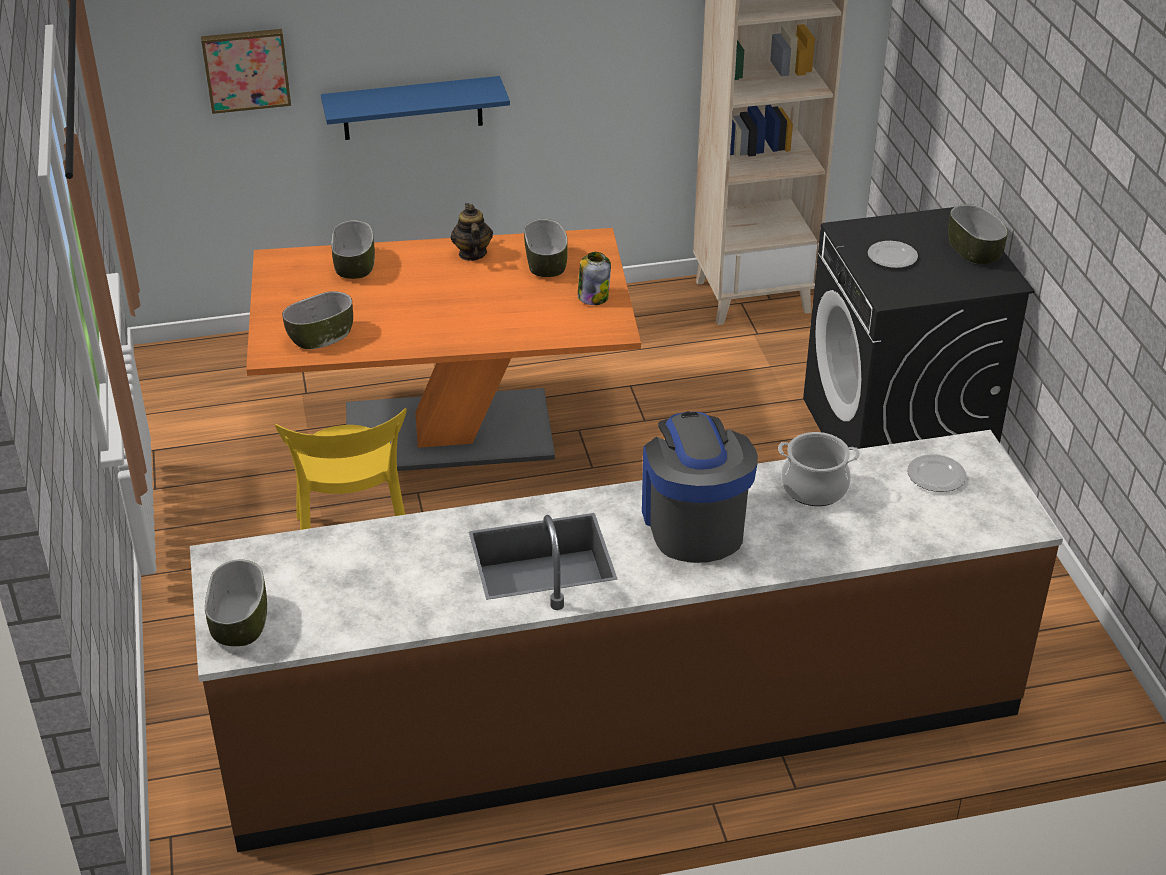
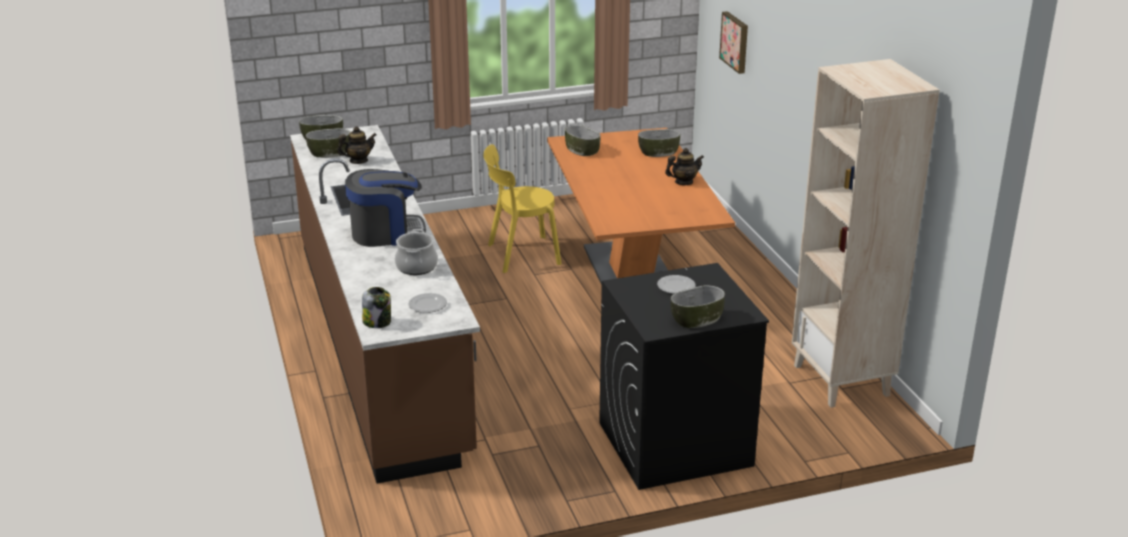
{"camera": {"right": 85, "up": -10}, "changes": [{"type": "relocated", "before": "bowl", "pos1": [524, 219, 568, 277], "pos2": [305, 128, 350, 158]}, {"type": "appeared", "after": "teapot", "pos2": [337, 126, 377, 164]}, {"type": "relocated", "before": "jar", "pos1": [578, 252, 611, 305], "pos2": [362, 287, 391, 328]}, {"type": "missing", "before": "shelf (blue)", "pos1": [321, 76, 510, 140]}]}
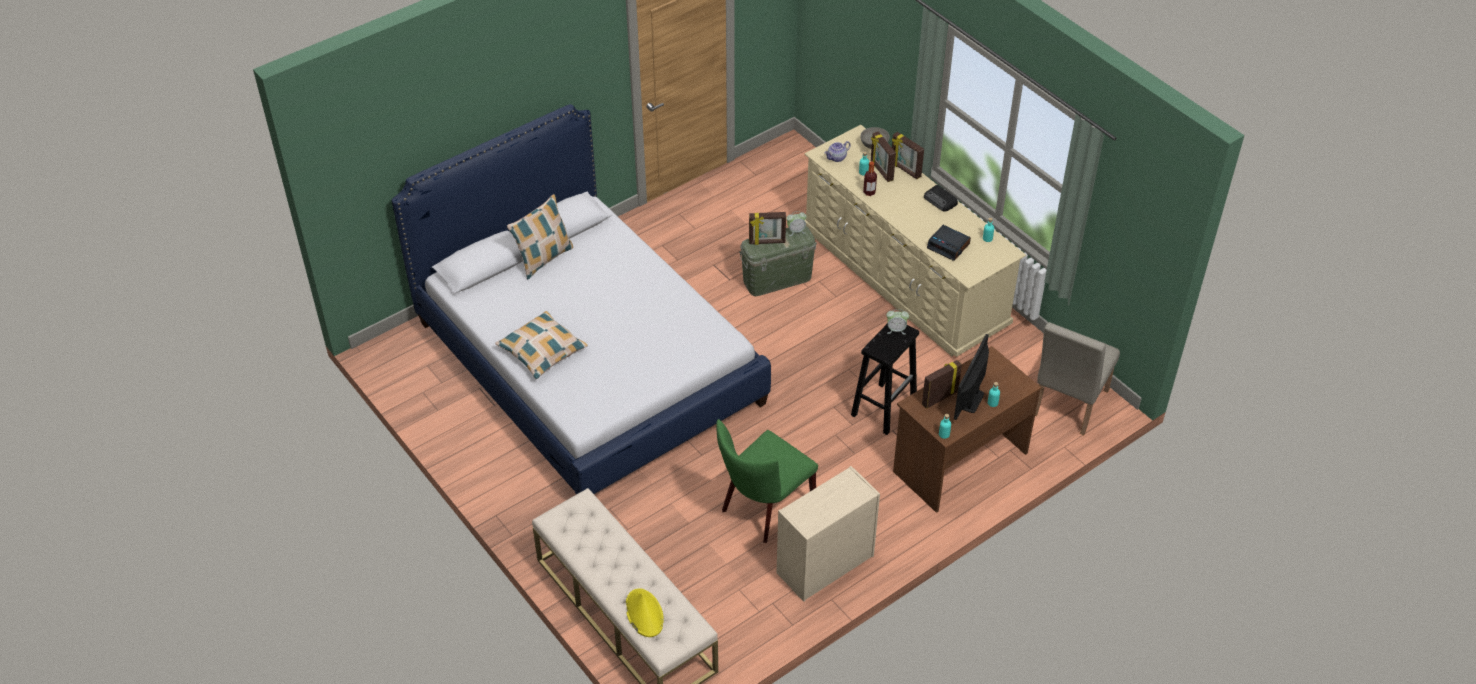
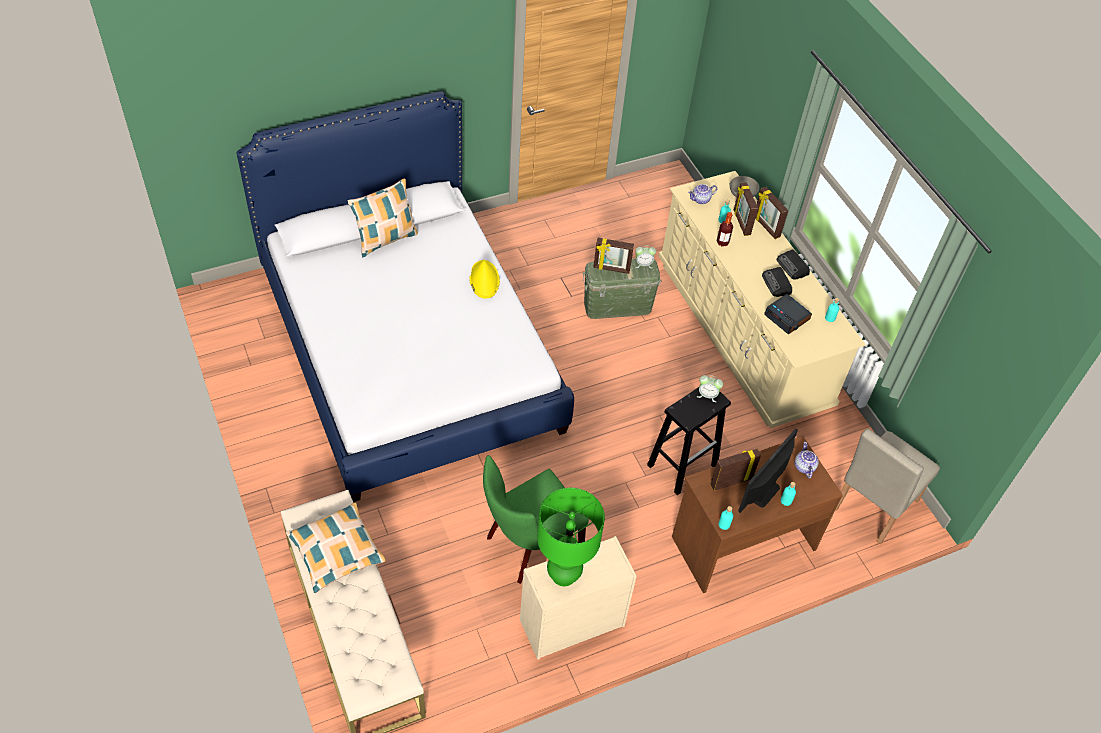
{"camera": {"right": 10, "up": 5}, "changes": [{"type": "relocated", "before": "pillow", "pos1": [495, 311, 588, 379], "pos2": [286, 503, 386, 593]}, {"type": "relocated", "before": "hat (yellow)", "pos1": [626, 588, 664, 637], "pos2": [469, 260, 500, 299]}, {"type": "appeared", "after": "table lamp (green)", "pos2": [537, 488, 605, 586]}, {"type": "appeared", "after": "radio", "pos2": [762, 267, 792, 297]}, {"type": "appeared", "after": "teapot", "pos2": [795, 442, 819, 478]}]}
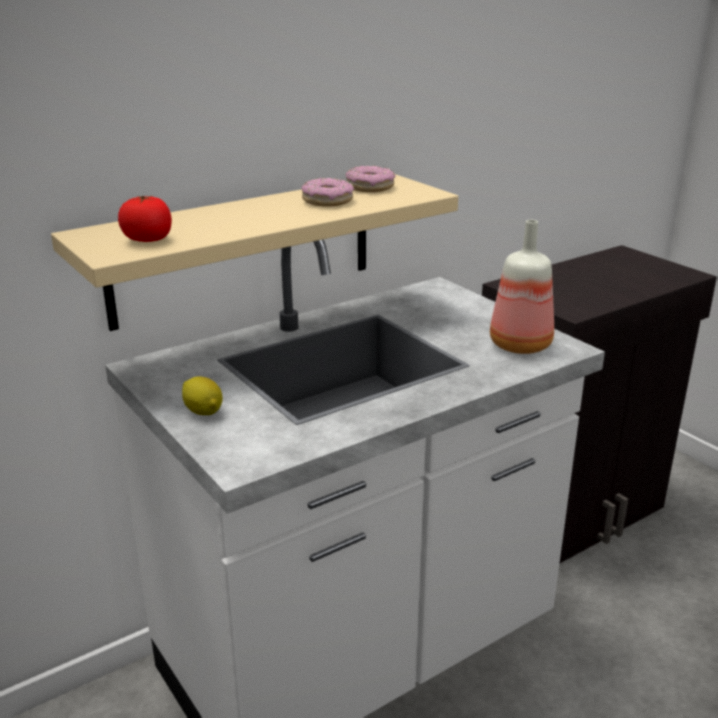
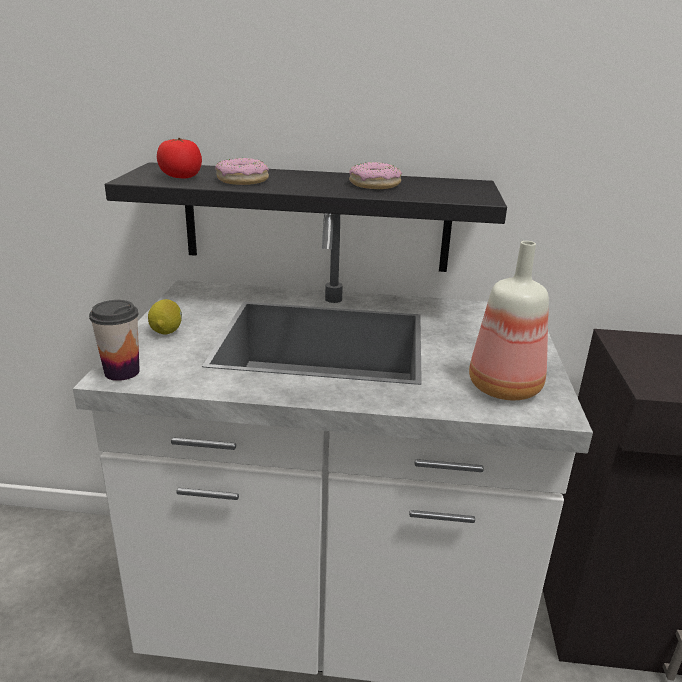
{"camera": {"right": 40, "up": 0}, "changes": [{"type": "appeared", "after": "cup", "pos2": [89, 300, 140, 381]}, {"type": "colour", "before": "shelf (beige)", "after": "shelf (black)", "pos1": [51, 174, 458, 331], "pos2": [105, 162, 507, 272]}, {"type": "relocated", "before": "donut", "pos1": [346, 166, 396, 192], "pos2": [215, 158, 269, 185]}]}
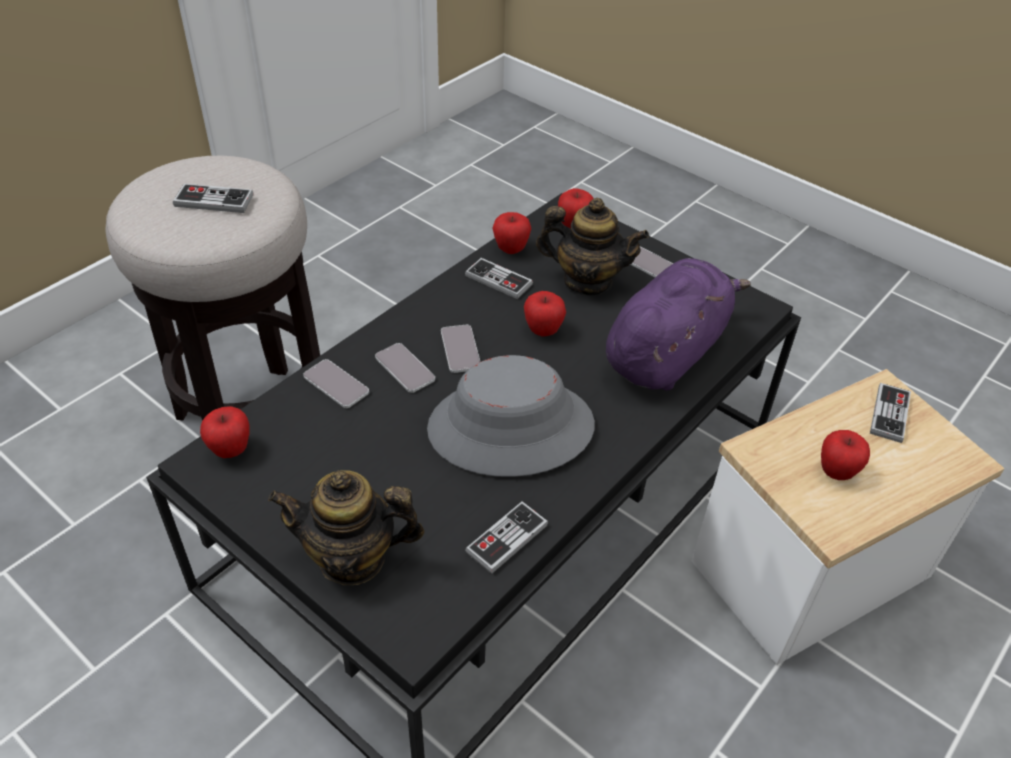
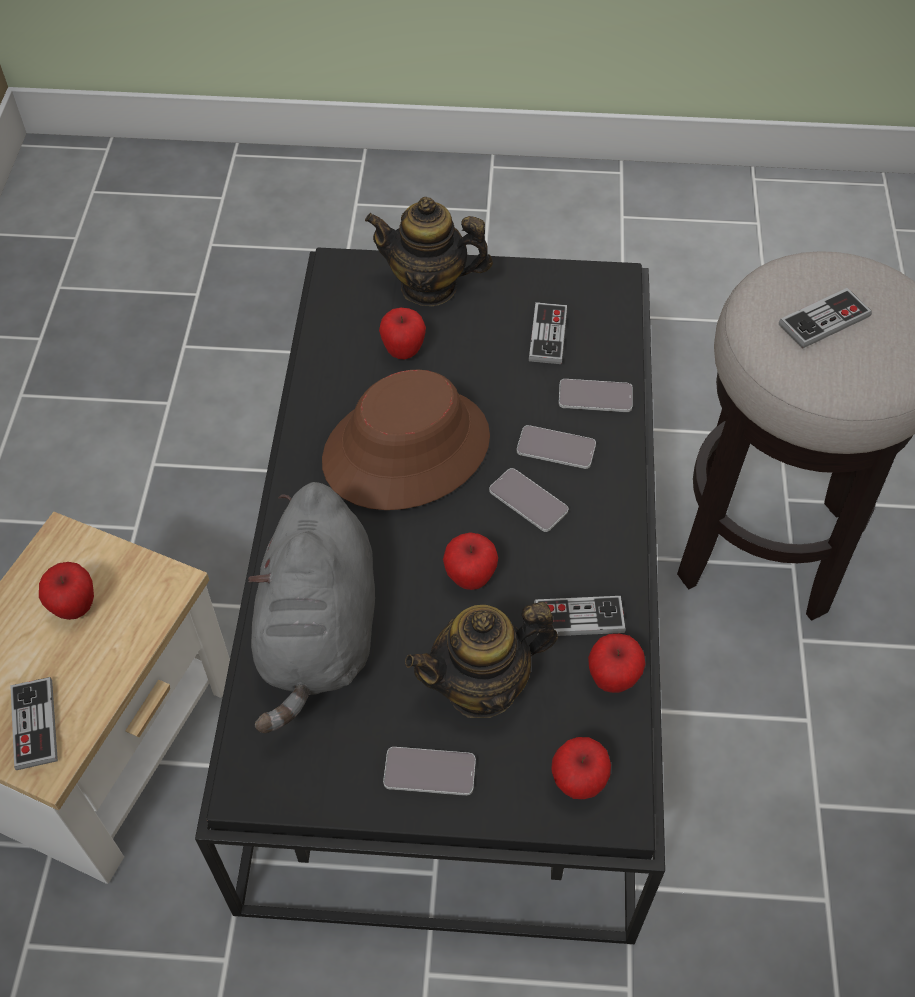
{"camera": {"right": 145, "up": 10}, "changes": [{"type": "colour", "before": "plush toy (purple)", "after": "plush toy (grey)", "pos1": [606, 258, 751, 391], "pos2": [248, 482, 375, 733]}, {"type": "colour", "before": "hat (grey)", "after": "hat (brown)", "pos1": [427, 355, 595, 477], "pos2": [322, 370, 490, 510]}, {"type": "spun", "before": "teapot", "pos1": [268, 470, 425, 585], "pos2": [365, 197, 493, 306], "turn": -135}, {"type": "relocated", "before": "apple", "pos1": [200, 406, 250, 458], "pos2": [379, 308, 426, 359]}, {"type": "relocated", "before": "game controller", "pos1": [465, 501, 548, 574], "pos2": [529, 302, 567, 364]}]}
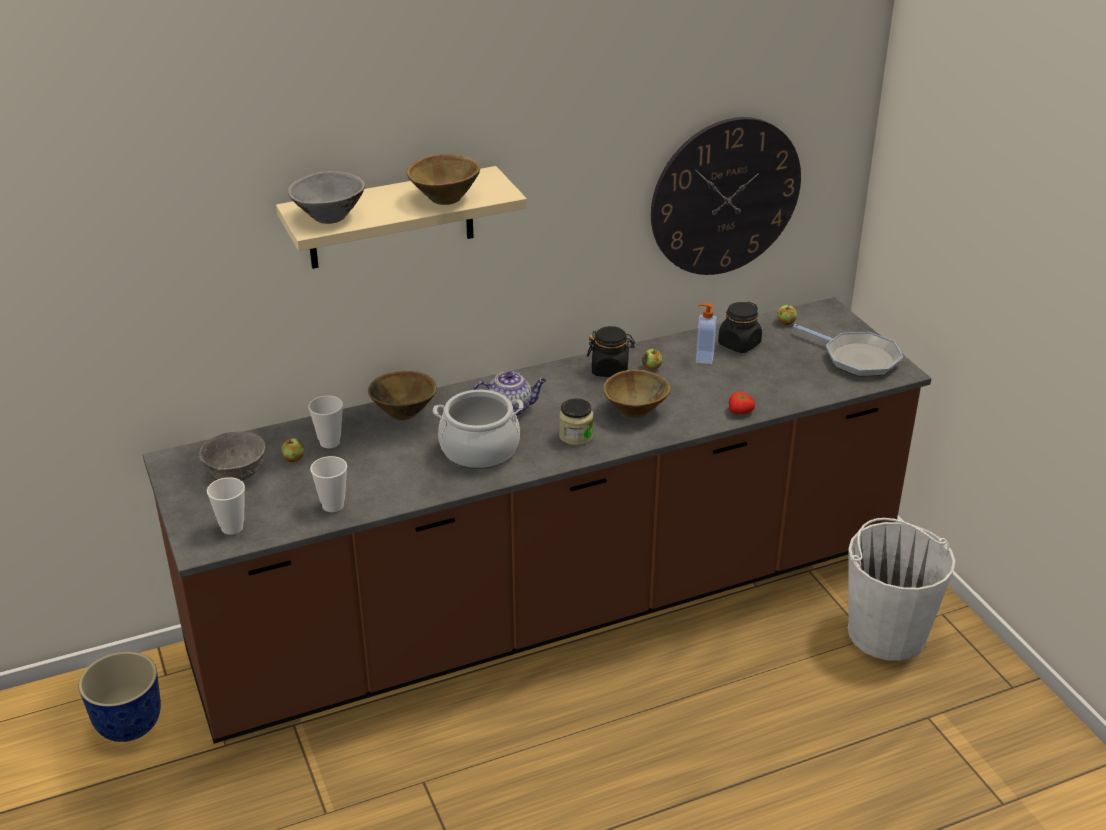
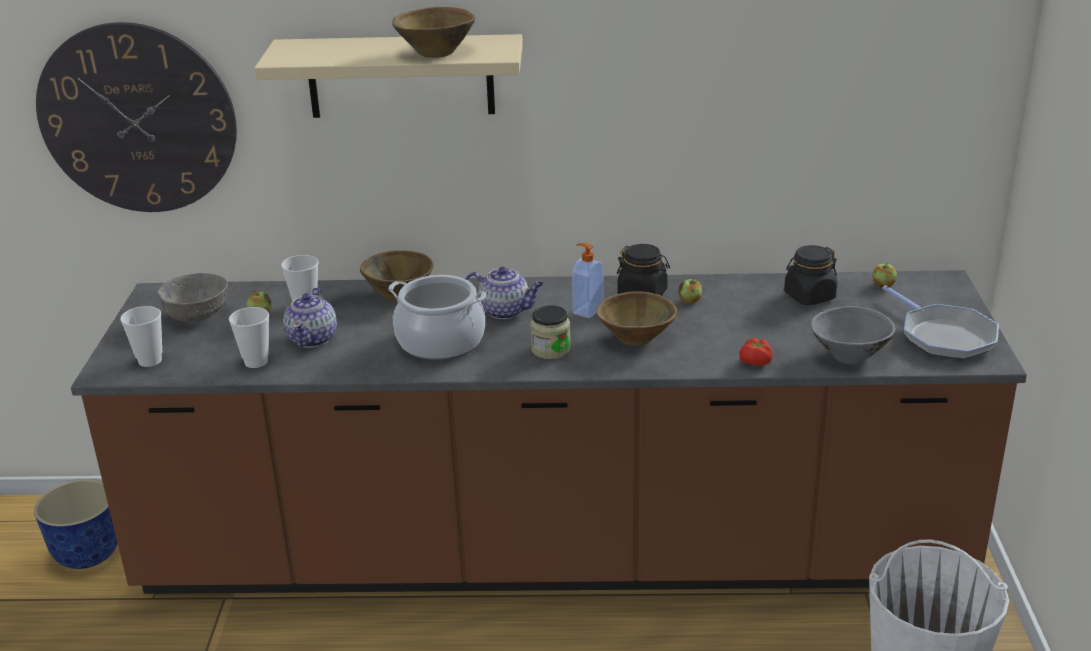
{"camera": {"right": 25, "up": -5}, "changes": [{"type": "relocated", "before": "wall clock", "pos1": [651, 117, 801, 275], "pos2": [36, 22, 237, 212]}, {"type": "appeared", "after": "teapot", "pos2": [283, 287, 337, 348]}, {"type": "relocated", "before": "soap dispenser", "pos1": [696, 303, 717, 364], "pos2": [572, 243, 604, 318]}, {"type": "relocated", "before": "bowl (grey)", "pos1": [288, 171, 365, 224], "pos2": [811, 306, 895, 364]}]}
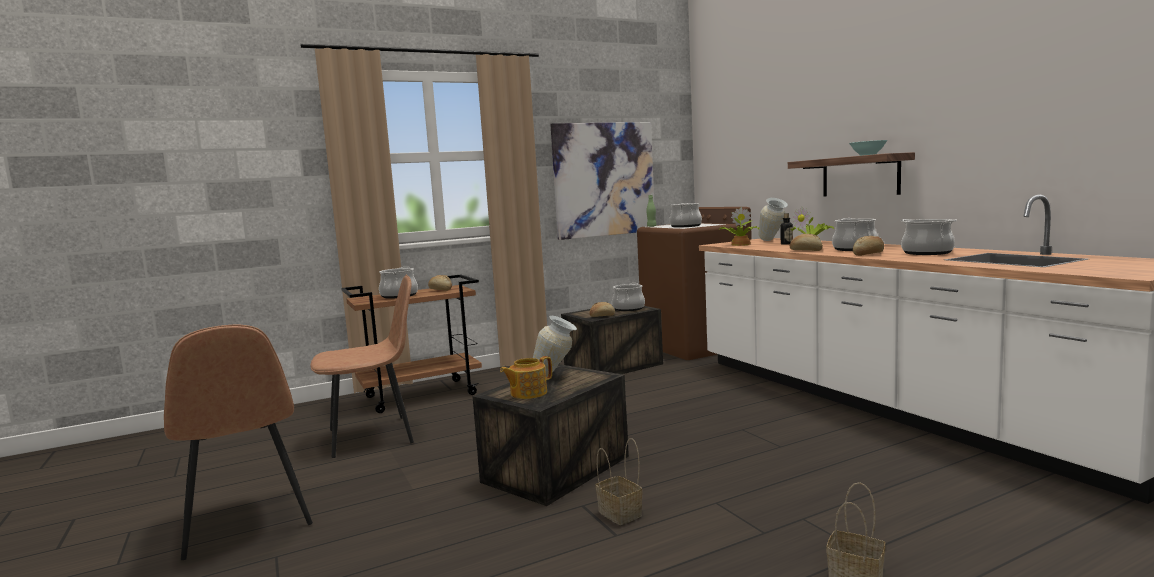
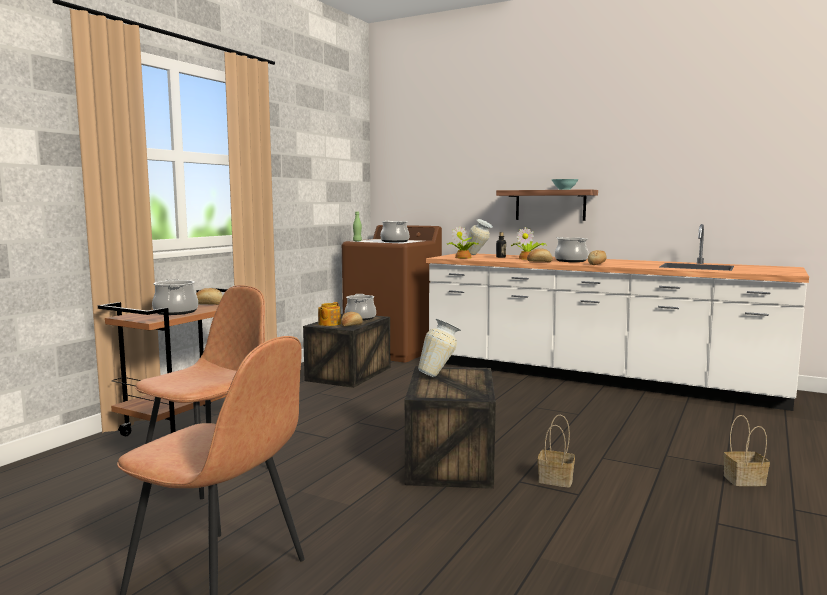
{"camera": {"right": -35, "up": 0}, "changes": [{"type": "relocated", "before": "teapot", "pos1": [500, 356, 552, 399], "pos2": [318, 302, 341, 326]}, {"type": "missing", "before": "picture", "pos1": [550, 122, 654, 240]}, {"type": "missing", "before": "cooking pot", "pos1": [901, 219, 957, 255]}]}
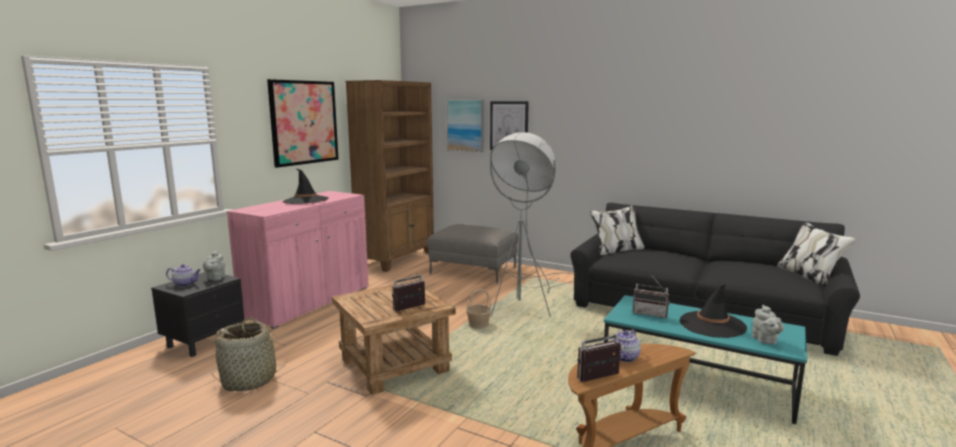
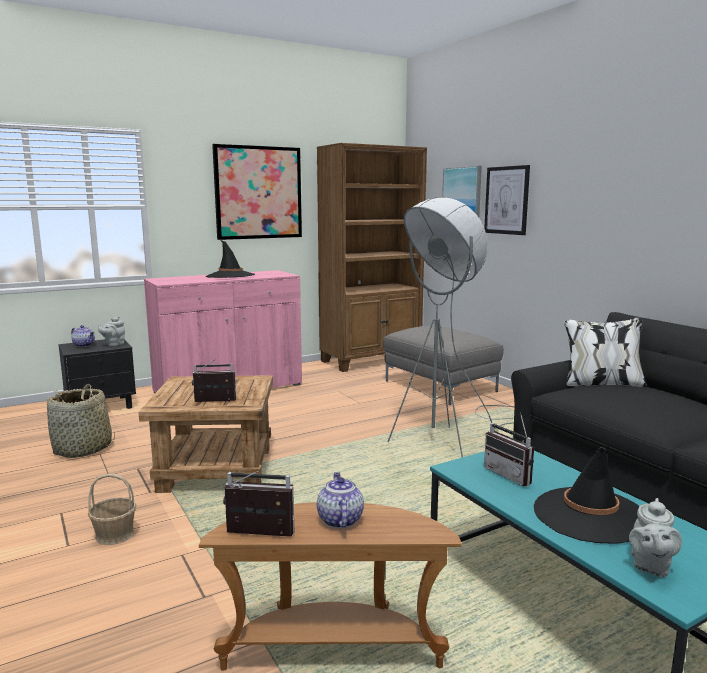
{"camera": {"right": 30, "up": 0}, "changes": [{"type": "relocated", "before": "basket", "pos1": [466, 289, 491, 329], "pos2": [88, 474, 136, 545]}, {"type": "spun", "before": "teapot", "pos1": [611, 329, 641, 362], "pos2": [317, 472, 364, 528], "turn": 105}]}
